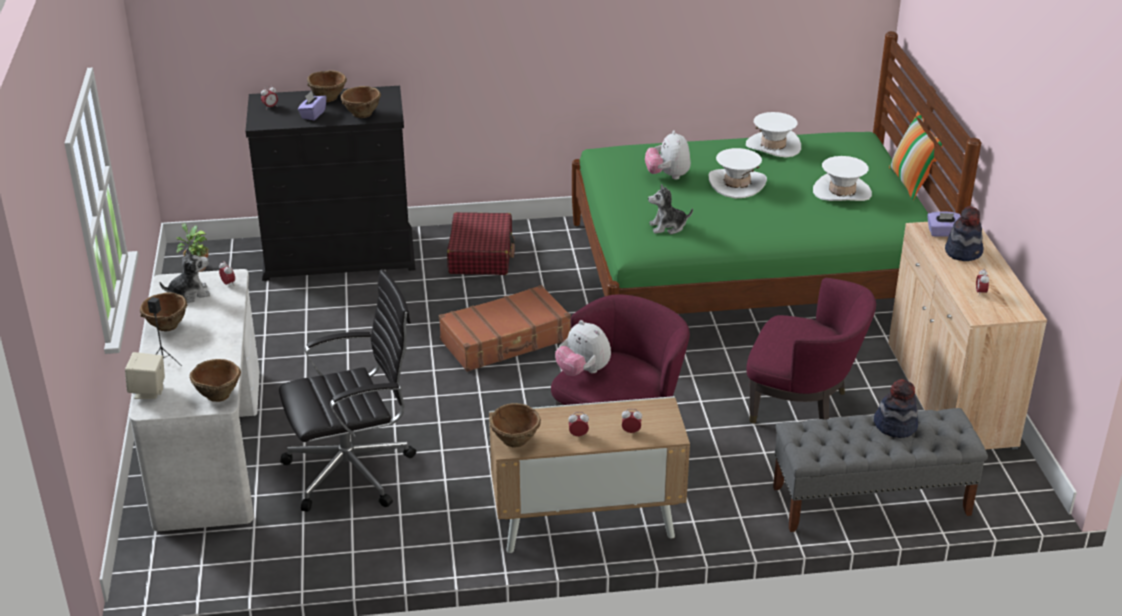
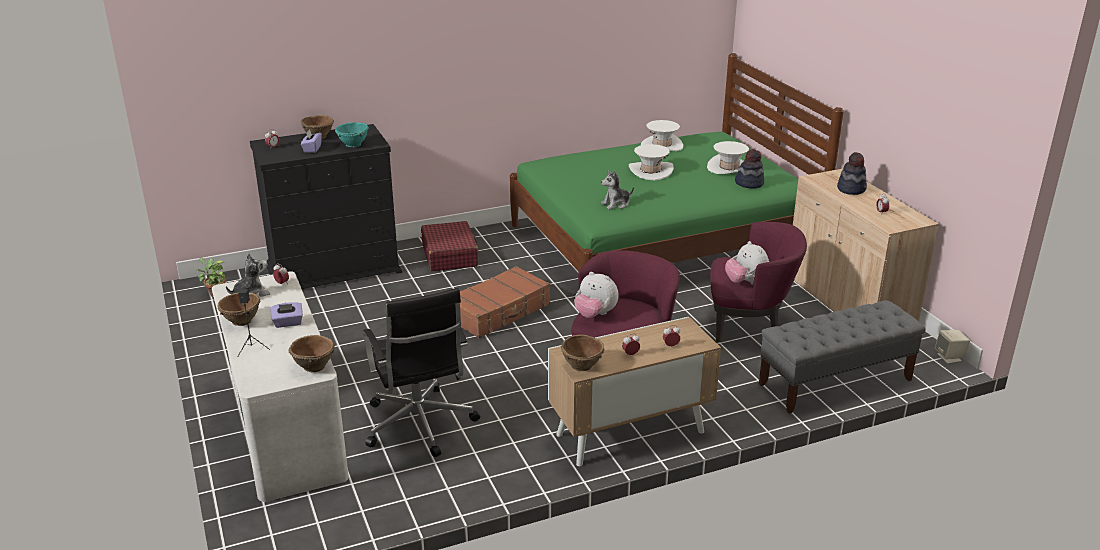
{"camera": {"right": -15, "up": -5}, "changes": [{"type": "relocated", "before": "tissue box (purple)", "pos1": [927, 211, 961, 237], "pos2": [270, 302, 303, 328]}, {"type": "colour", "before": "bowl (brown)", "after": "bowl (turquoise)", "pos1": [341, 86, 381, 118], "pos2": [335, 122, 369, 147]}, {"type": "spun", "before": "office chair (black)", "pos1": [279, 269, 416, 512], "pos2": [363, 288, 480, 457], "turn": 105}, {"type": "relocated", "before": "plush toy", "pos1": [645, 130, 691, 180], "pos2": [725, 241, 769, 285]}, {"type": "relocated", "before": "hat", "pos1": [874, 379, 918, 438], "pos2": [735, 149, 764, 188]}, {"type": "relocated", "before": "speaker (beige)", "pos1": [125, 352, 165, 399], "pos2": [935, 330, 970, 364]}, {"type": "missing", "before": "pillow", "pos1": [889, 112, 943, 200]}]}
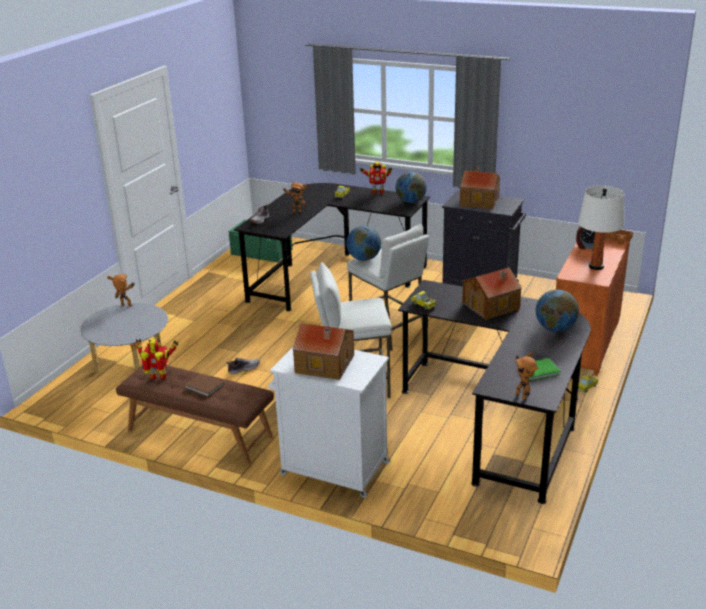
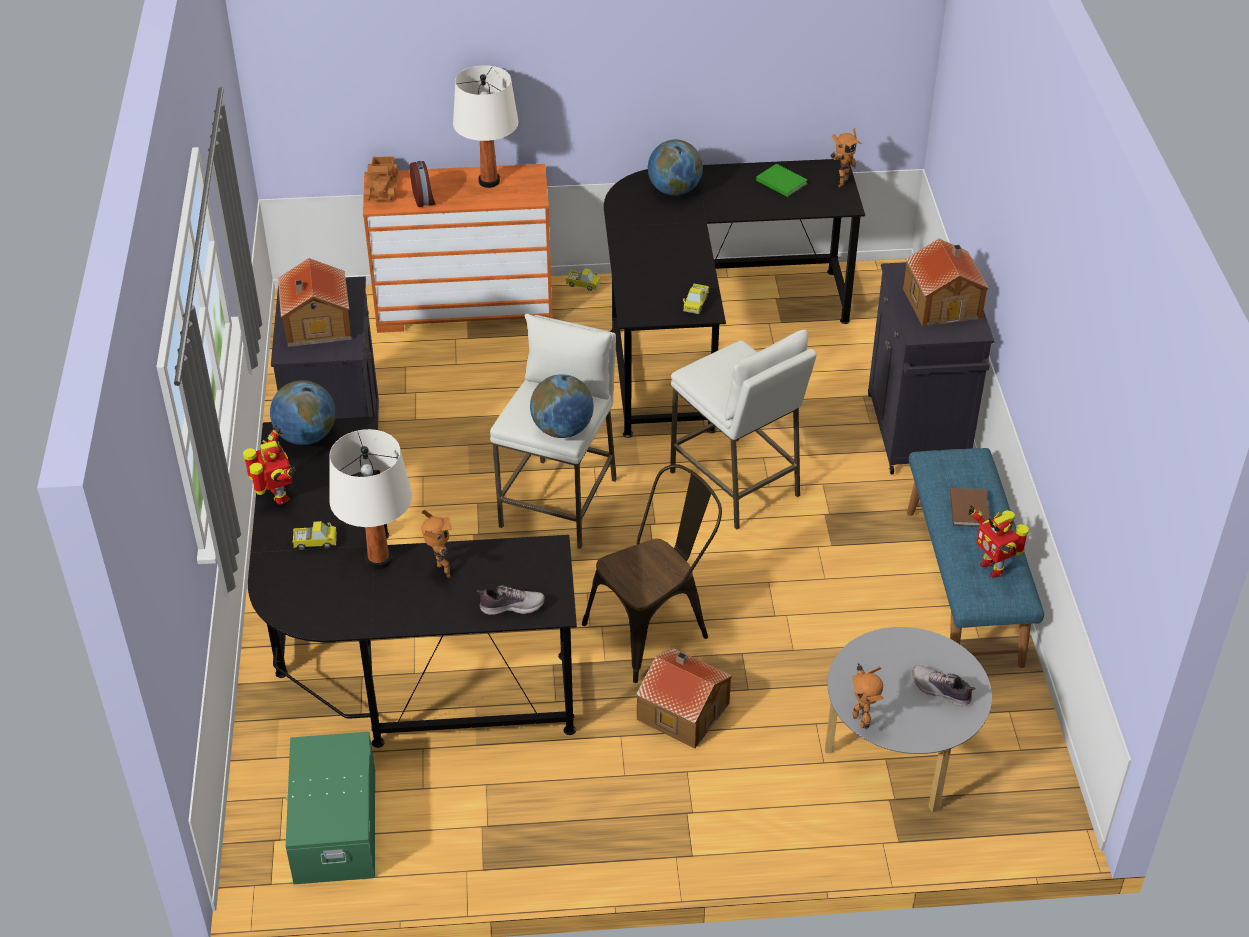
{"camera": {"right": -120, "up": 15}, "changes": [{"type": "appeared", "after": "table lamp (white)", "pos2": [329, 429, 412, 569]}, {"type": "appeared", "after": "chair (brown)", "pos2": [582, 464, 722, 683]}, {"type": "relocated", "before": "toy house", "pos1": [462, 268, 522, 320], "pos2": [636, 648, 732, 749]}, {"type": "colour", "before": "cabinet (white)", "after": "cabinet (black)", "pos1": [269, 347, 390, 498], "pos2": [868, 262, 994, 475]}, {"type": "colour", "before": "bench (brown)", "after": "bench (blue)", "pos1": [116, 365, 274, 464], "pos2": [907, 448, 1044, 668]}, {"type": "relocated", "before": "shoe", "pos1": [226, 358, 260, 374], "pos2": [912, 665, 975, 706]}]}
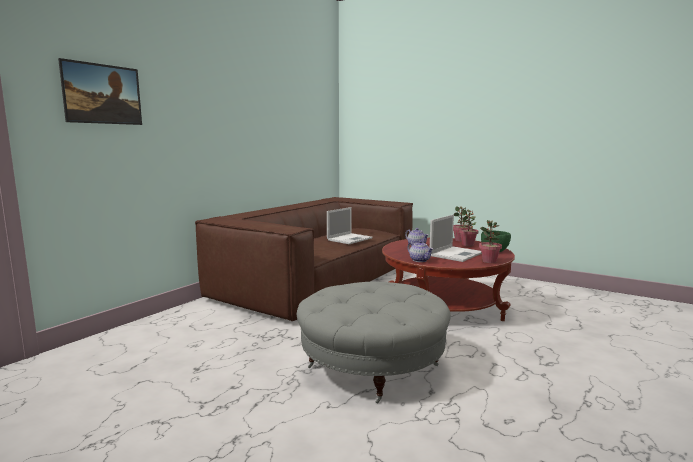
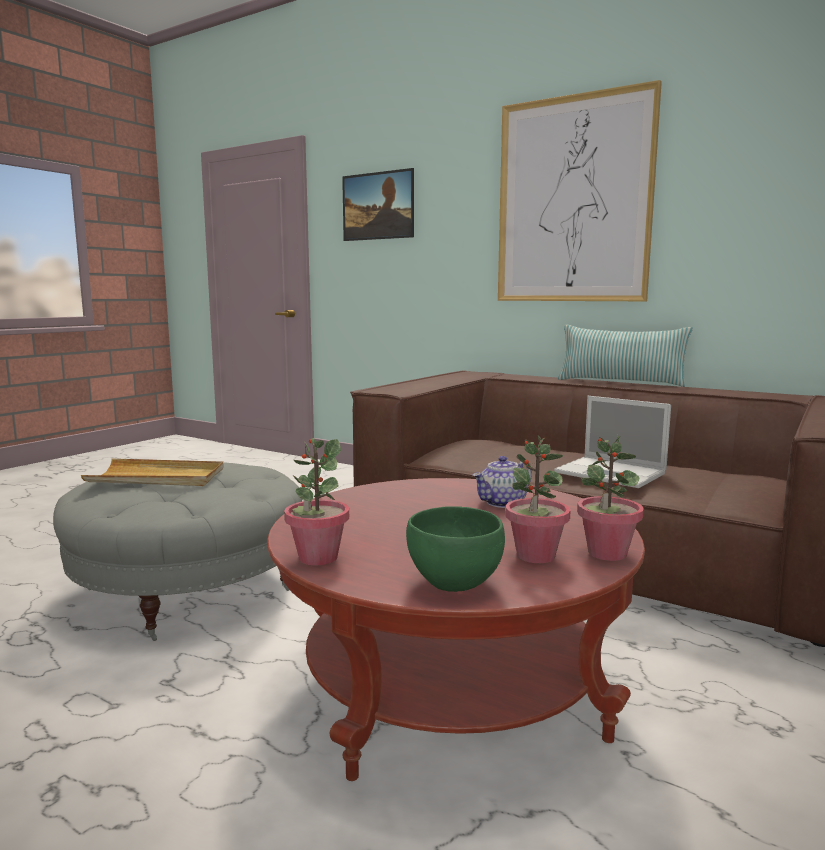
{"camera": {"right": 90, "up": 0}, "changes": [{"type": "appeared", "after": "tray (beige)", "pos2": [81, 459, 224, 486]}, {"type": "appeared", "after": "picture", "pos2": [498, 80, 662, 301]}, {"type": "appeared", "after": "pillow", "pos2": [558, 325, 693, 387]}, {"type": "missing", "before": "teapot", "pos1": [407, 240, 433, 262]}, {"type": "missing", "before": "laptop", "pos1": [430, 214, 482, 262]}]}
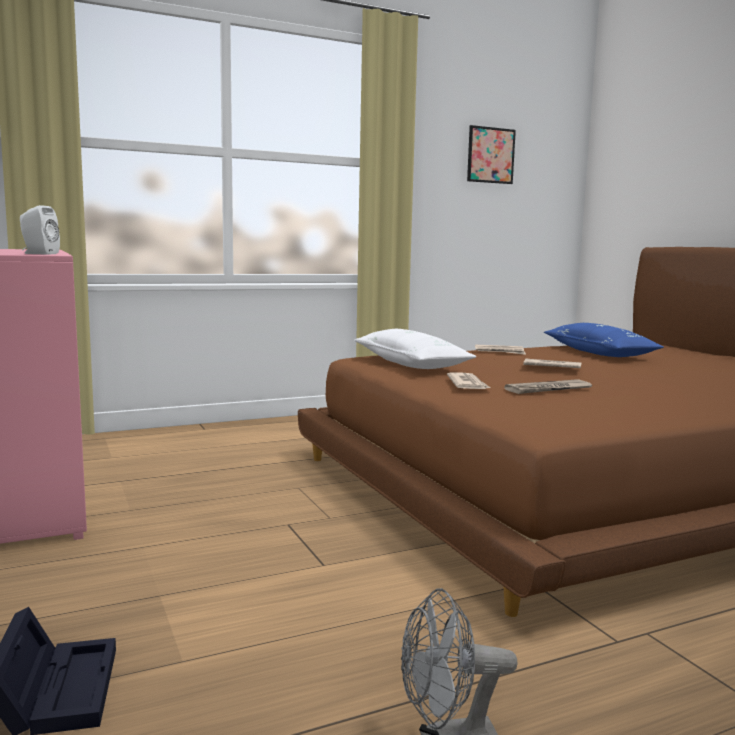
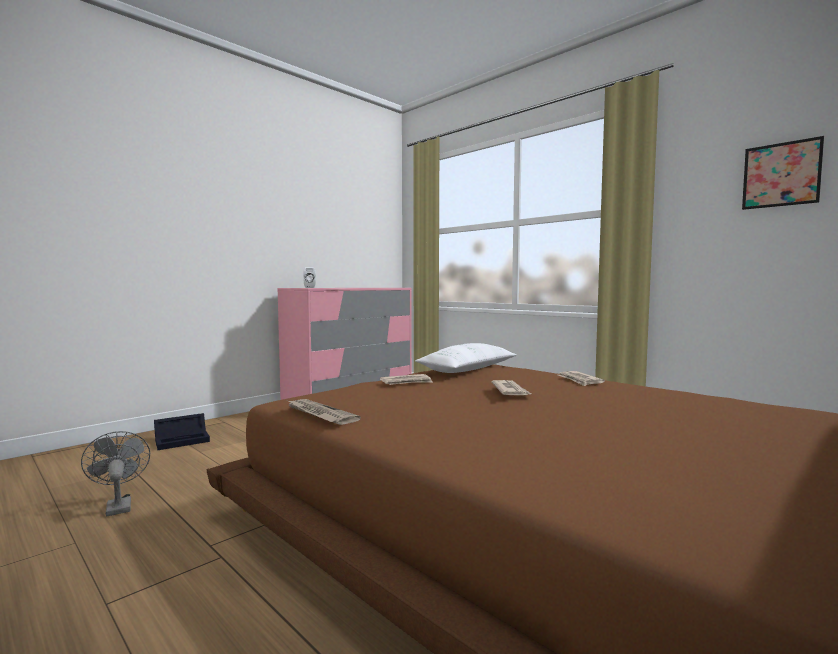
{"camera": {"right": 70, "up": -5}, "changes": [{"type": "relocated", "before": "newspaper", "pos1": [504, 380, 592, 394], "pos2": [288, 399, 361, 425]}, {"type": "missing", "before": "pillow (blue)", "pos1": [544, 323, 664, 357]}]}
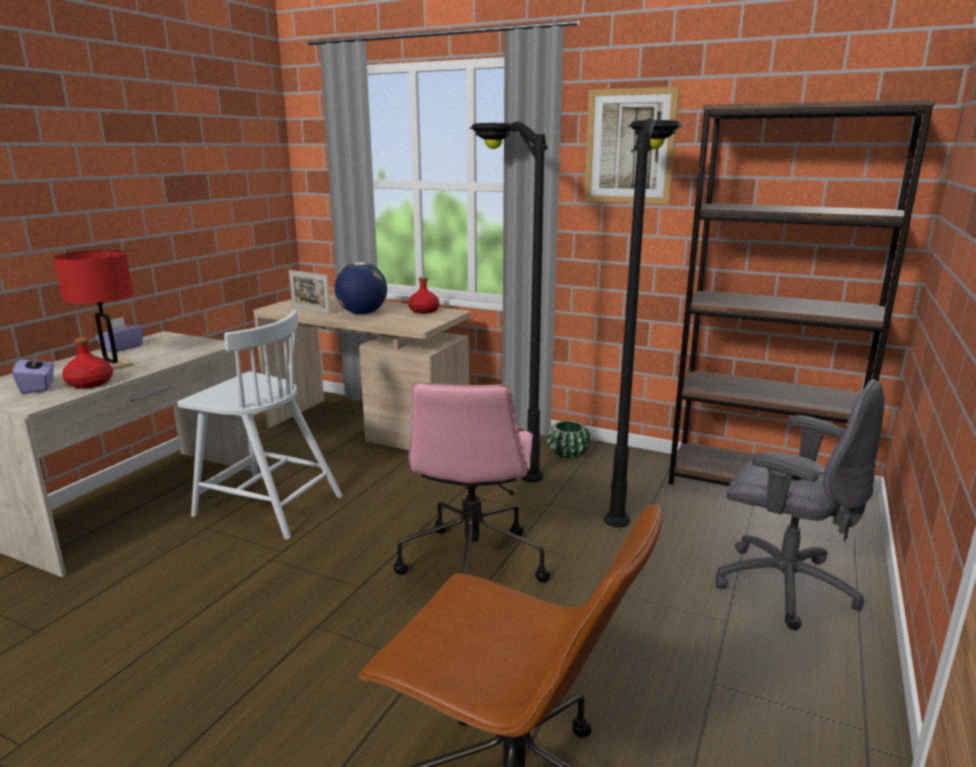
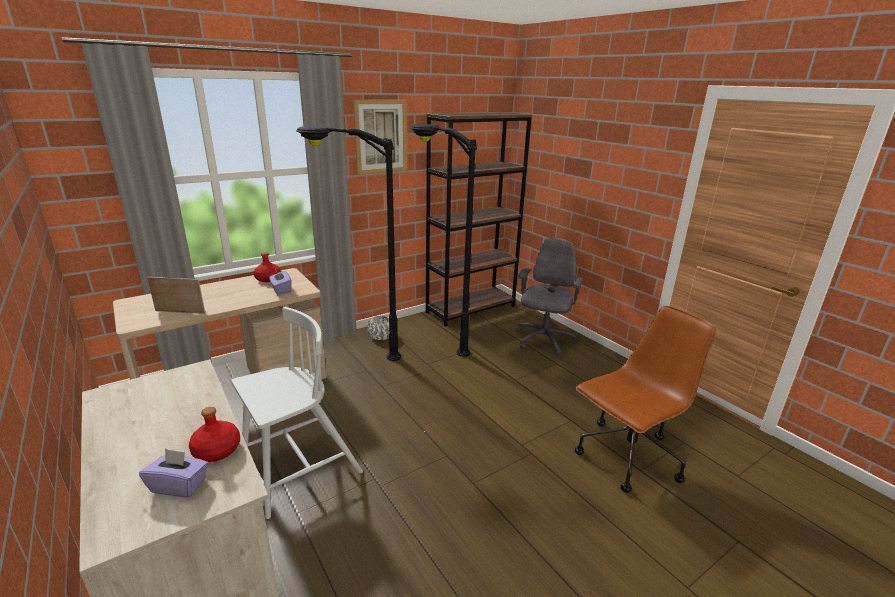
{"camera": {"right": -60, "up": 5}, "changes": [{"type": "spun", "before": "picture frame", "pos1": [289, 270, 330, 314], "pos2": [147, 277, 206, 314], "turn": -150}, {"type": "relocated", "before": "tissue box (purple)", "pos1": [95, 317, 144, 352], "pos2": [269, 269, 292, 294]}, {"type": "colour", "before": "planter (green)", "after": "planter (white)", "pos1": [548, 421, 590, 458], "pos2": [367, 316, 389, 340]}, {"type": "spun", "before": "office chair (grey)", "pos1": [715, 379, 884, 630], "pos2": [516, 238, 584, 356], "turn": -45}, {"type": "missing", "before": "table lamp (red)", "pos1": [54, 250, 133, 370]}, {"type": "missing", "before": "globe", "pos1": [334, 262, 387, 315]}, {"type": "missing", "before": "office chair (pink)", "pos1": [394, 382, 550, 583]}]}
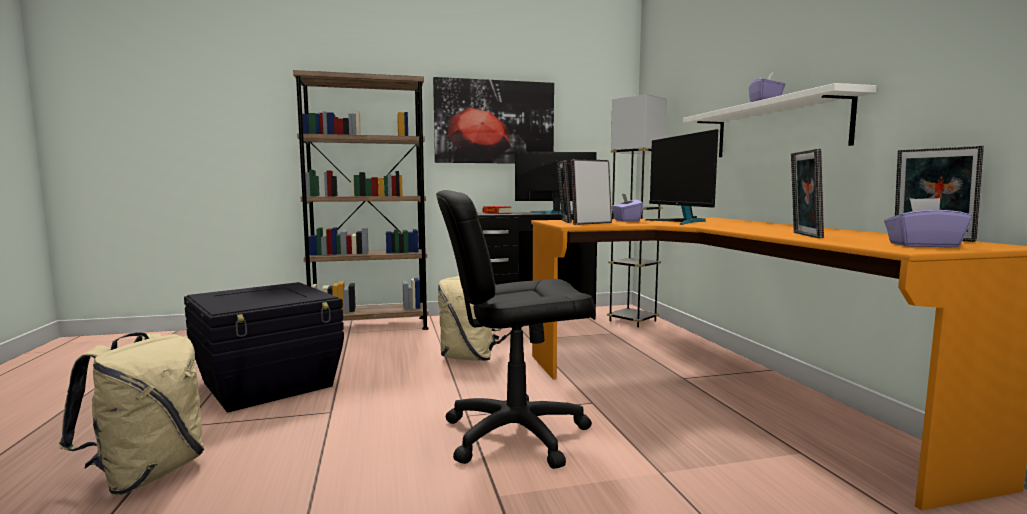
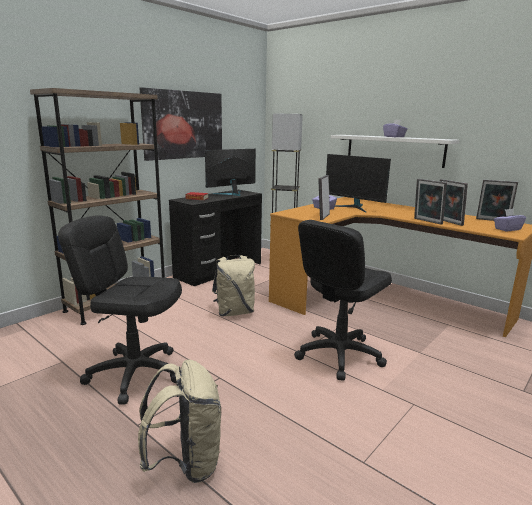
{"camera": {"right": -35, "up": 10}, "changes": [{"type": "exchanged", "before": "storage box (black)", "after": "office chair (black)", "pos1": [184, 282, 344, 413], "pos2": [58, 215, 182, 405]}, {"type": "relocated", "before": "picture frame", "pos1": [557, 160, 572, 223], "pos2": [414, 179, 447, 225]}]}
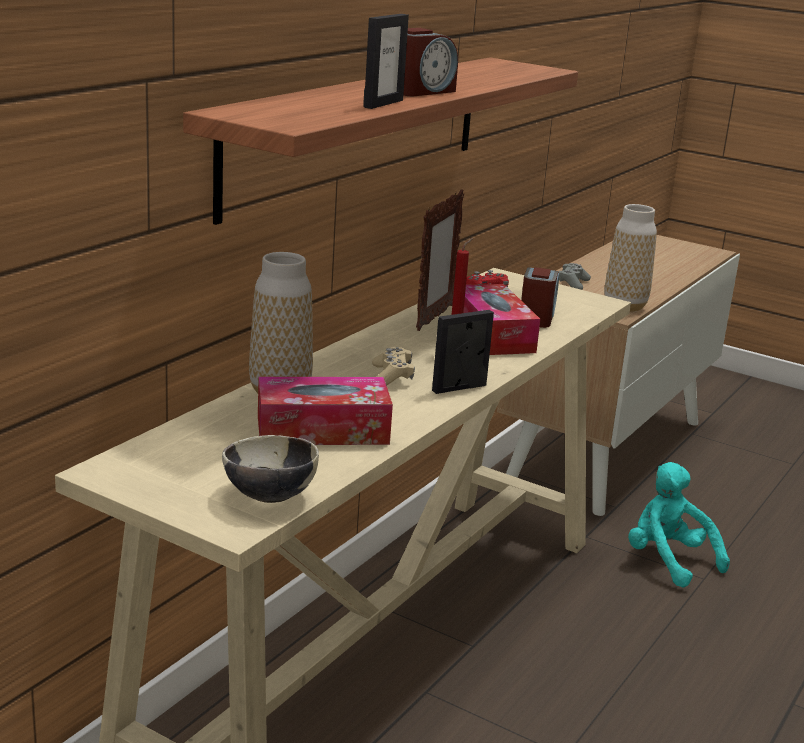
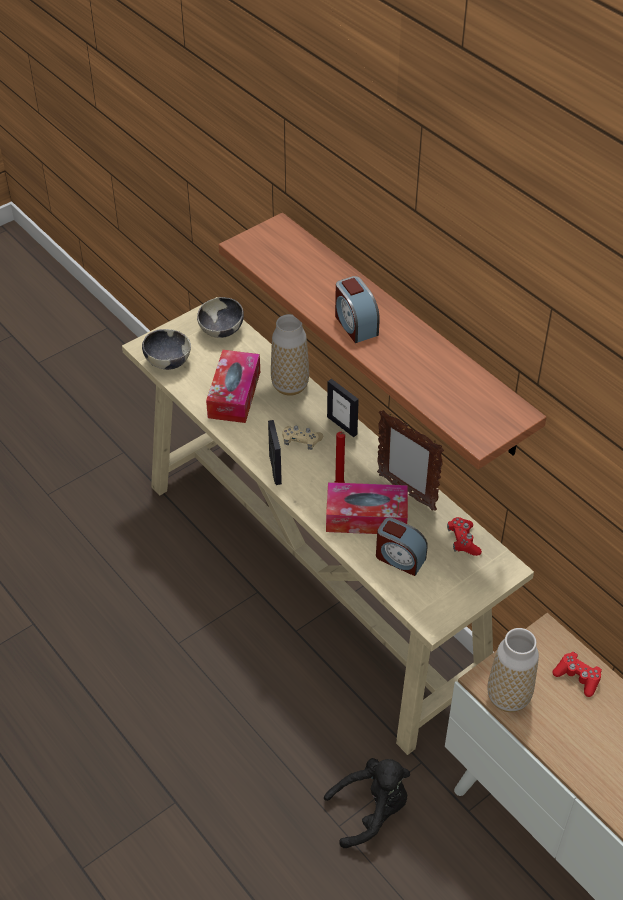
{"camera": {"right": 110, "up": 25}, "changes": [{"type": "appeared", "after": "bowl", "pos2": [197, 297, 244, 338]}, {"type": "colour", "before": "plush toy (turquoise)", "after": "plush toy (black)", "pos1": [628, 462, 730, 588], "pos2": [324, 758, 410, 848]}, {"type": "relocated", "before": "picture frame", "pos1": [363, 14, 409, 109], "pos2": [327, 379, 359, 437]}, {"type": "colour", "before": "game controller (grey)", "after": "game controller (red)", "pos1": [558, 263, 591, 290], "pos2": [552, 652, 602, 697]}]}
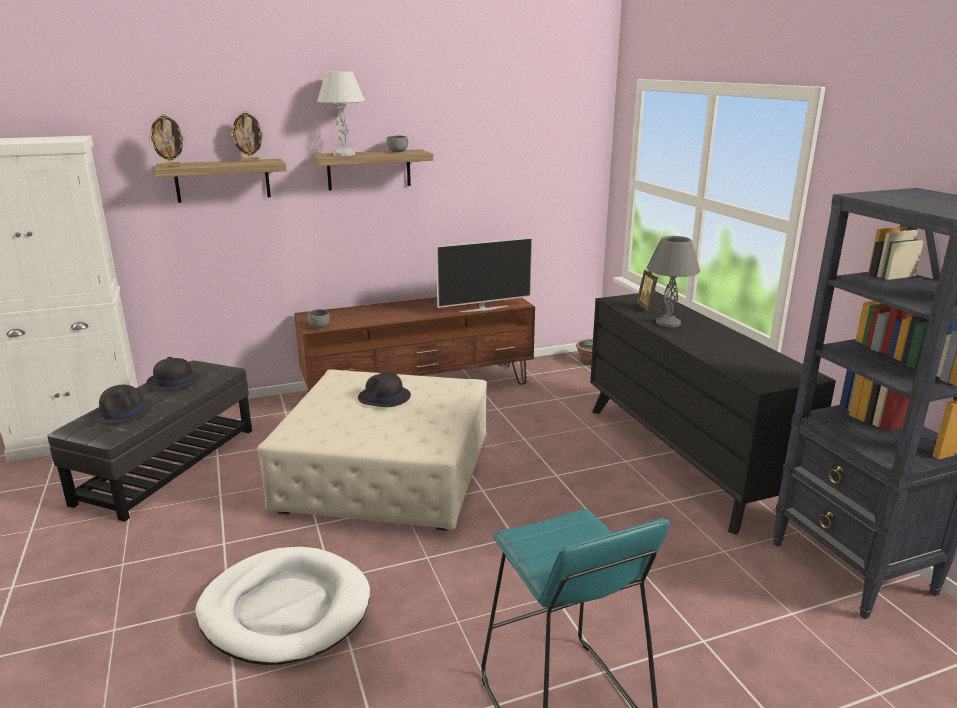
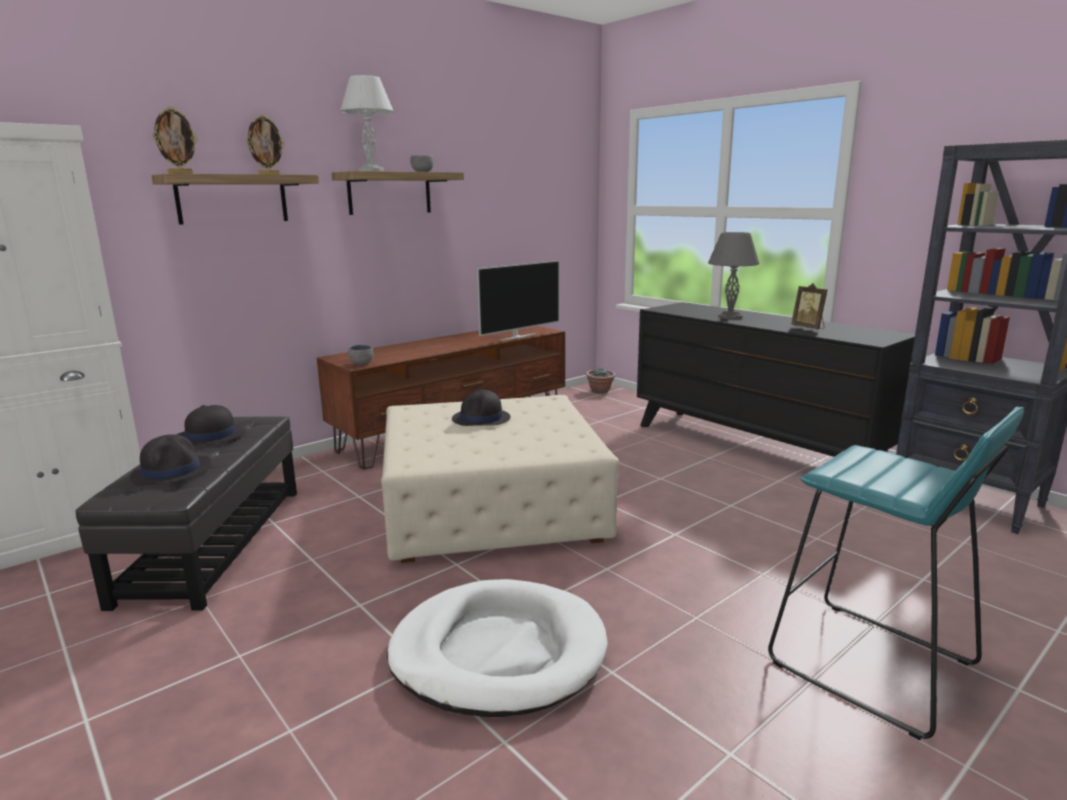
{"camera": {"right": -20, "up": -5}, "changes": [{"type": "relocated", "before": "picture frame", "pos1": [637, 269, 660, 311], "pos2": [791, 283, 827, 329]}]}
